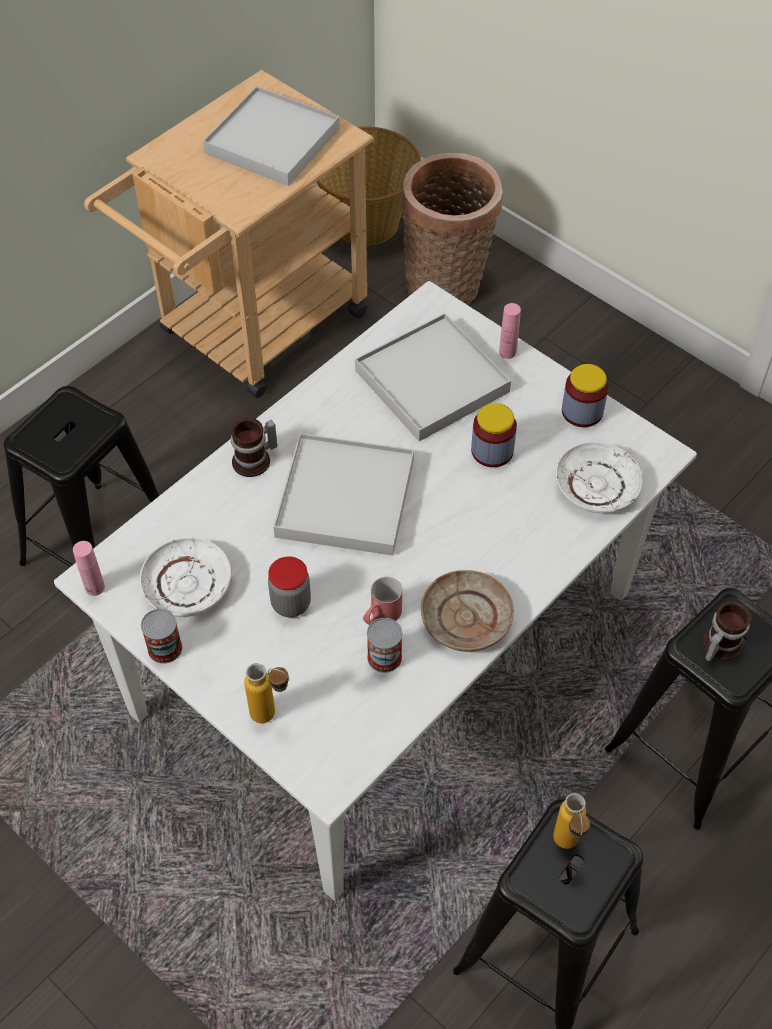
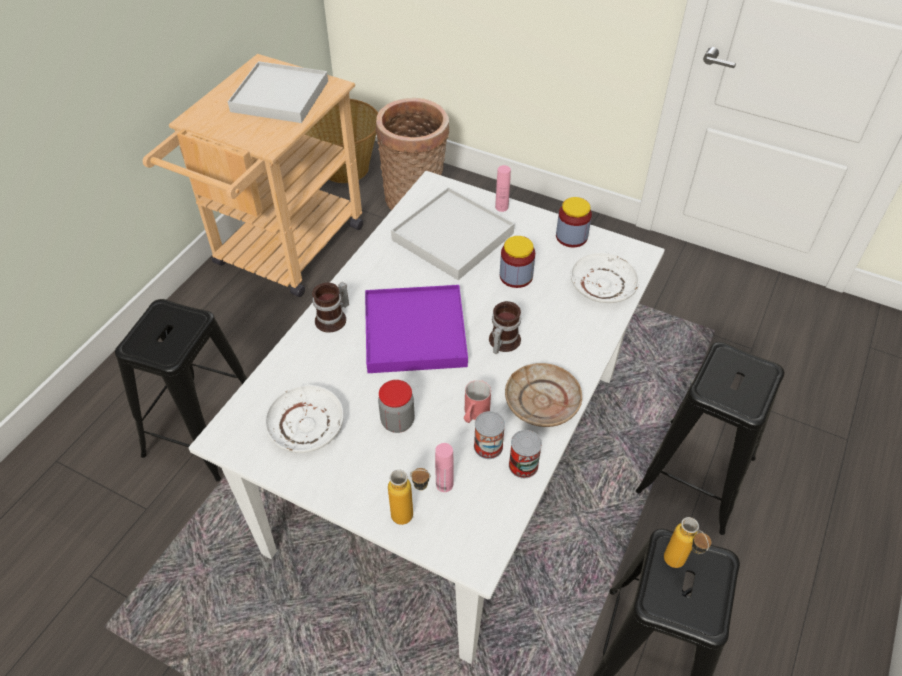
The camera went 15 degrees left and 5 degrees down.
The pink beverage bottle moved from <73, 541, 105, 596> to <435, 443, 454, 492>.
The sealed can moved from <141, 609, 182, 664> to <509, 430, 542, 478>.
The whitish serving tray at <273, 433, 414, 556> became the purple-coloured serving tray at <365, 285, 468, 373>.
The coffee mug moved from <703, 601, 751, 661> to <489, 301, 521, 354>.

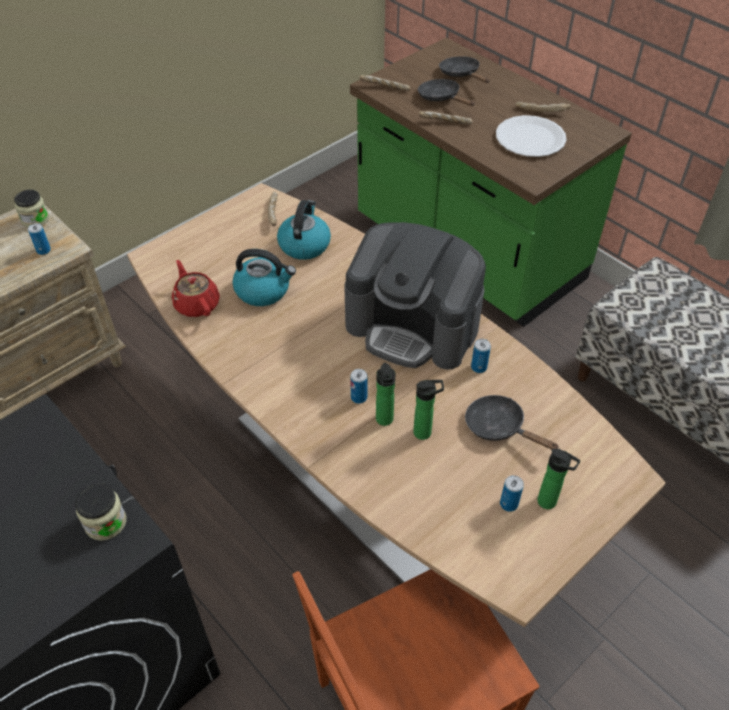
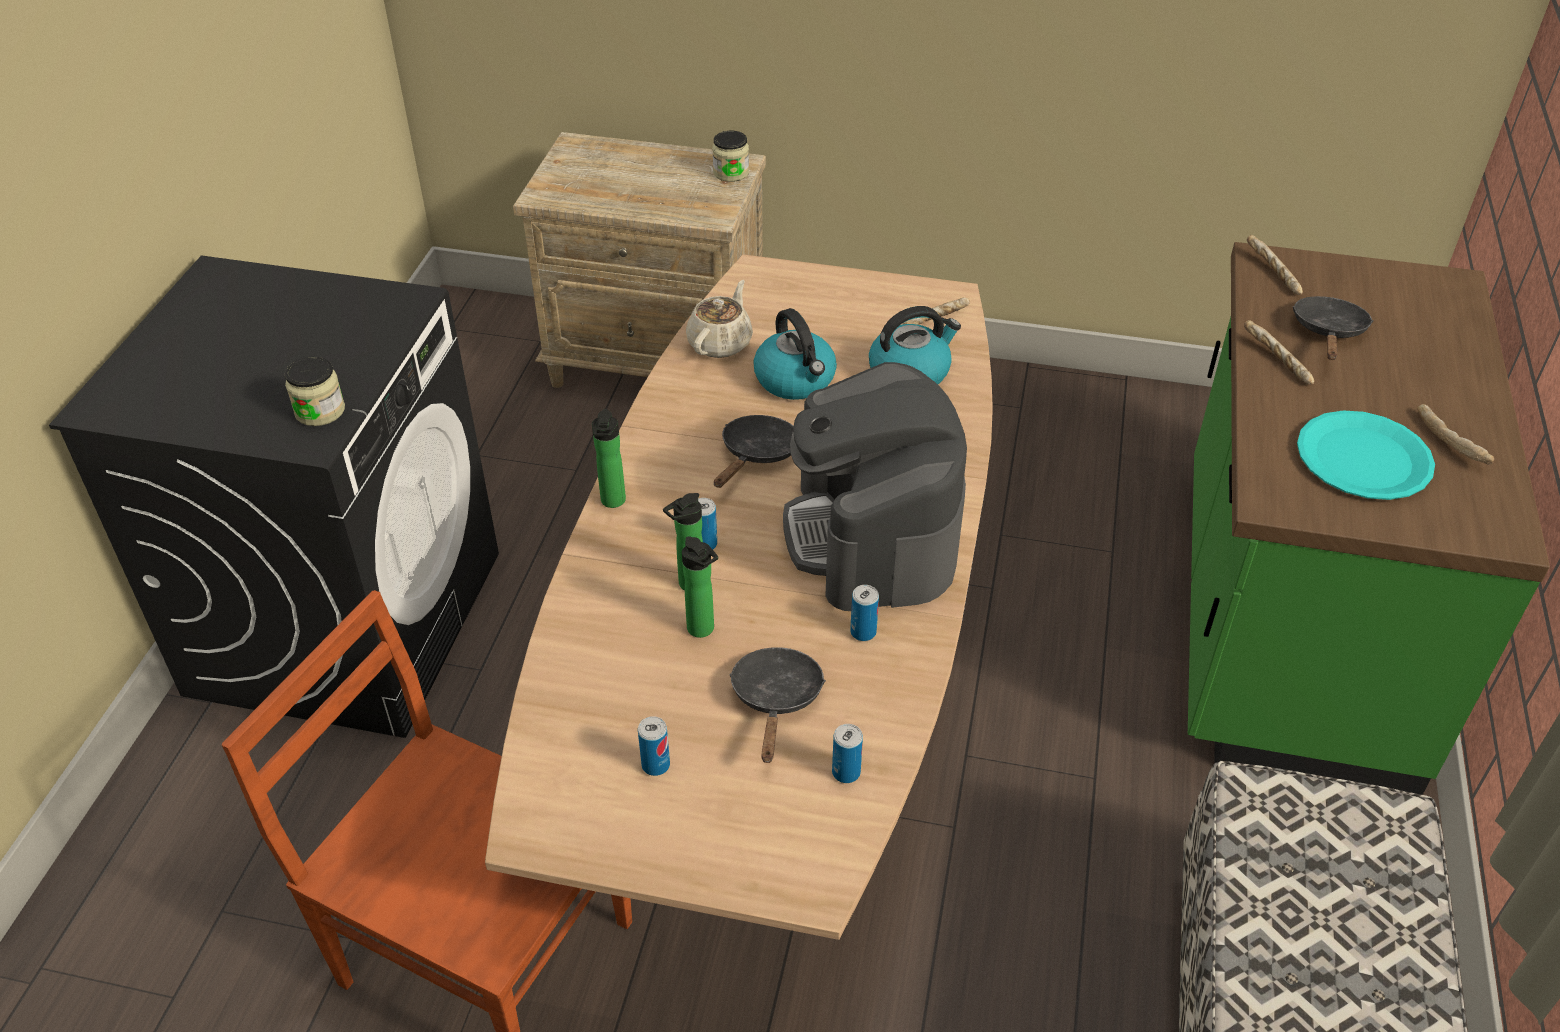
The camera went 55 degrees right and 5 degrees down.
The sealed can moved from <28, 223, 51, 255> to <832, 724, 863, 783>.
The reddish tea pot at <171, 260, 220, 317> became the beige tea pot at <686, 280, 753, 358>.
The black-coloured skillet moved from <439, 56, 490, 83> to <714, 415, 794, 488>.
The whitish plate at <496, 115, 567, 157> became the blue-green plate at <1297, 410, 1435, 500>.
The beverage bottle moved from <537, 449, 580, 509> to <592, 409, 626, 508>.

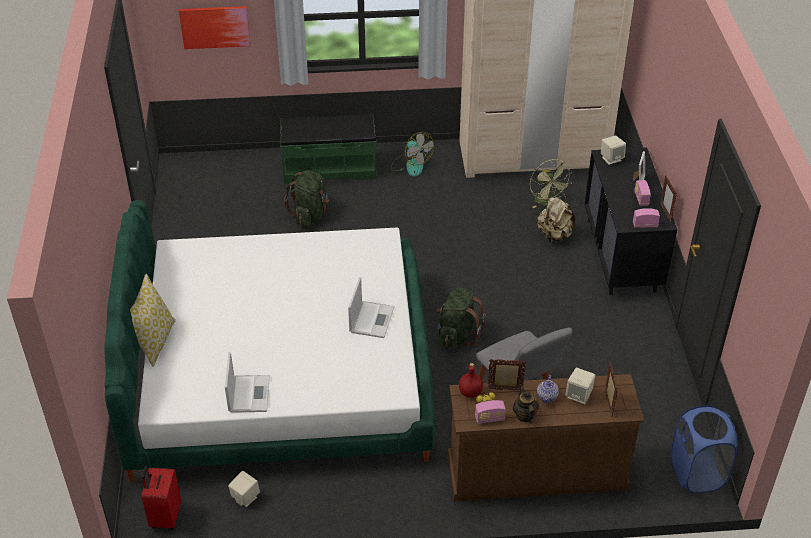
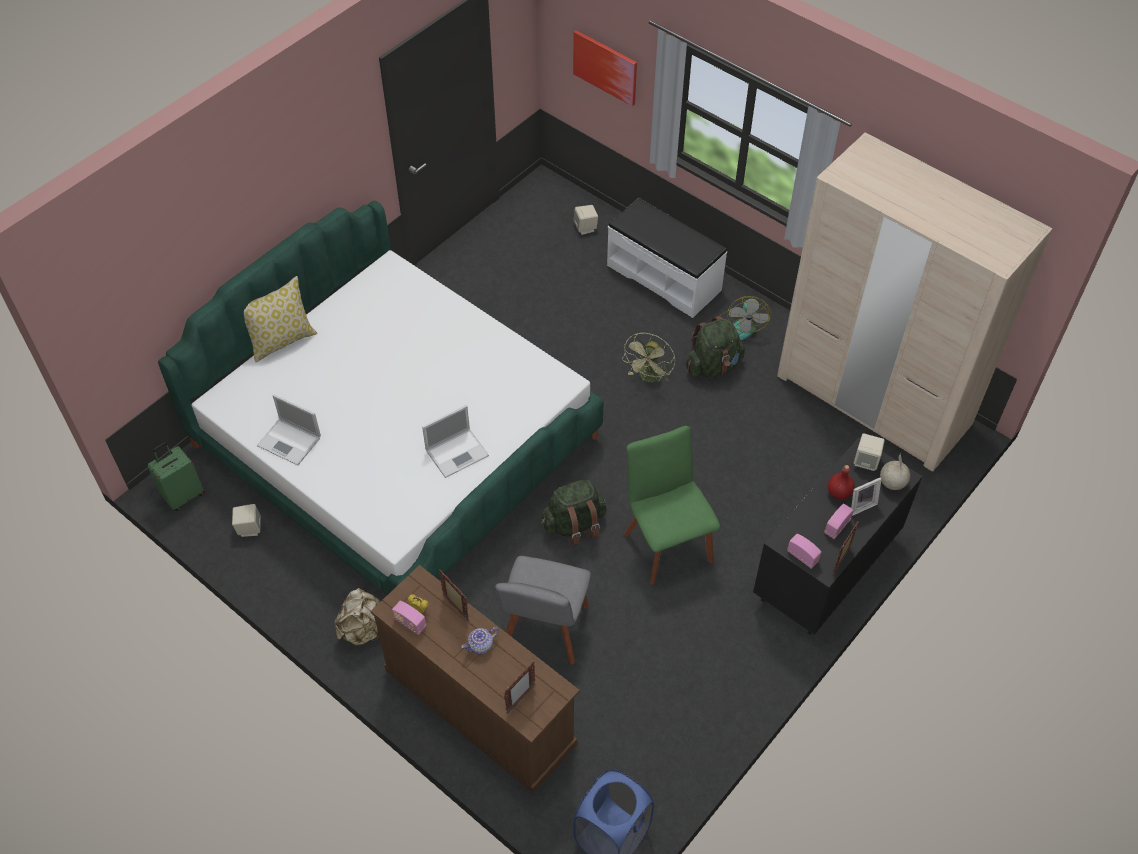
The camera went 45 degrees right and 10 degrees up.
The reddish piece of luggage at <142, 465, 181, 530> became the green-coloured piece of luggage at <147, 442, 205, 511>.
The notebook computer at <225, 352, 270, 413> turned 75 degrees clockwise.
The green-coloured long seat at <280, 114, 377, 184> became the whitish long seat at <607, 198, 727, 318>.
The green-coloured backpack moved from <284, 170, 329, 226> to <686, 316, 745, 378>.
The reddish beverage bottle moved from <459, 363, 483, 398> to <828, 465, 855, 500>.
The tea pot at <513, 385, 539, 423> disappeared.
The green-coloured fan moved from <530, 159, 572, 208> to <622, 333, 675, 382>.
The beige backpack moved from <537, 196, 576, 243> to <334, 588, 380, 646>.
The beige audio speaker moved from <565, 368, 595, 404> to <574, 205, 598, 235>.
The green-coloured upright chair at <623, 426, 720, 585> appeared.
The globe at <880, 453, 910, 490> appeared.

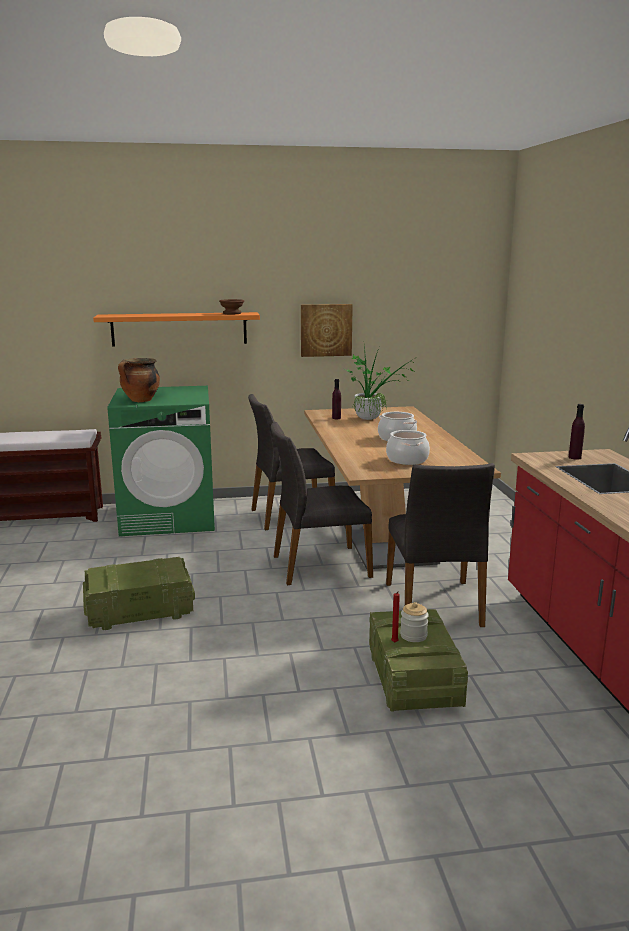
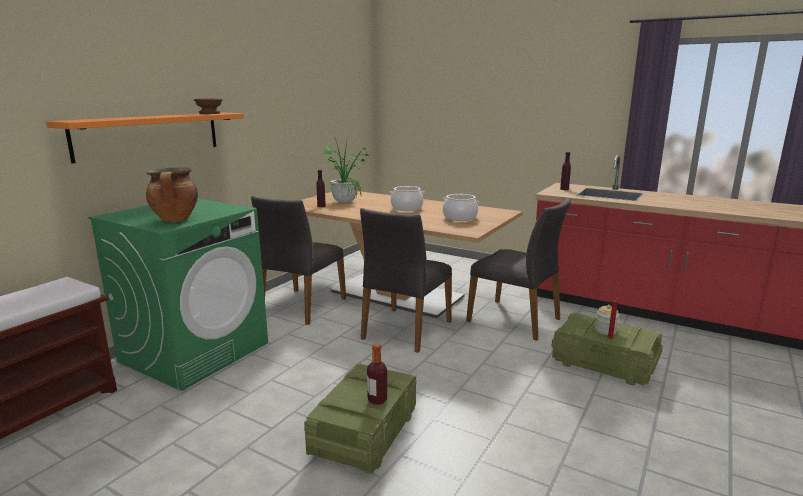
The camera went 50 degrees left and 0 degrees up.
The picture at <301, 304, 353, 357> disappeared.
The beverage bottle at <367, 343, 387, 405> appeared.

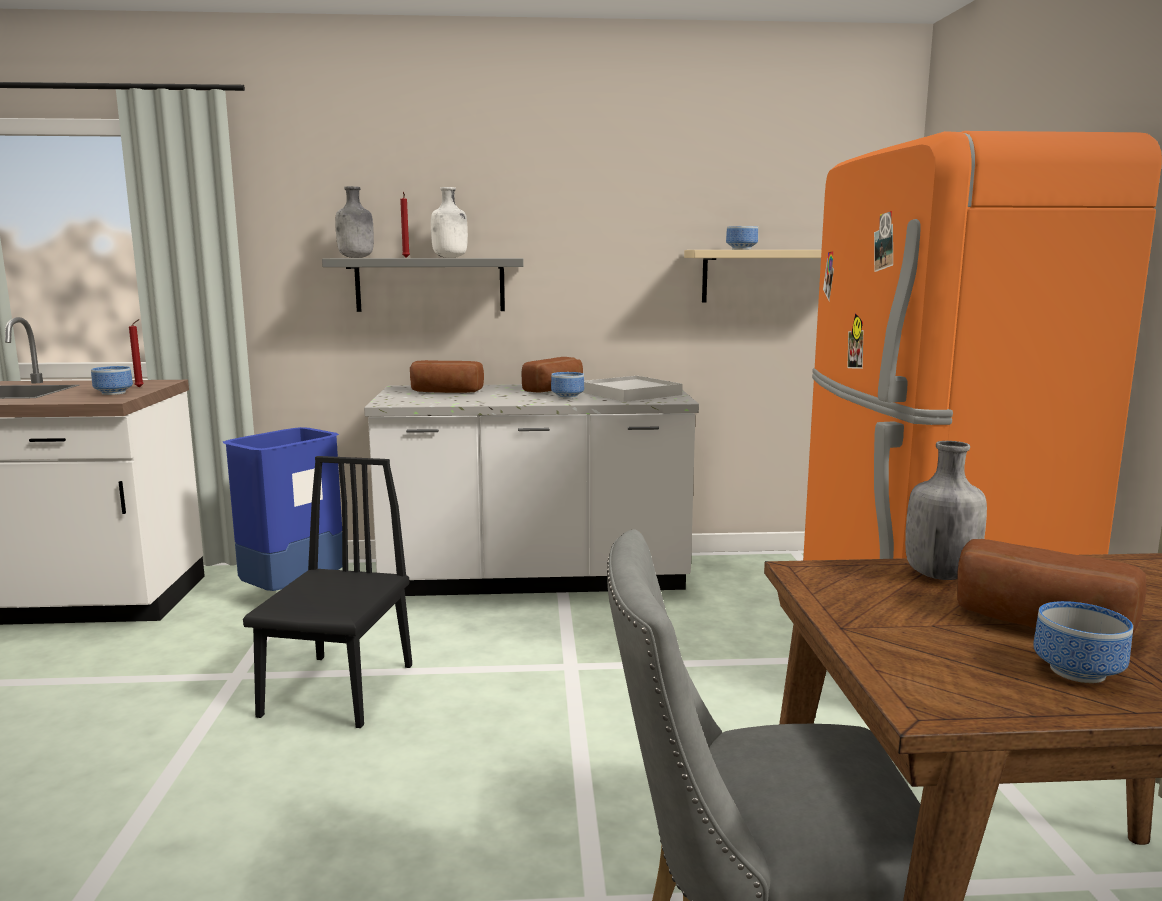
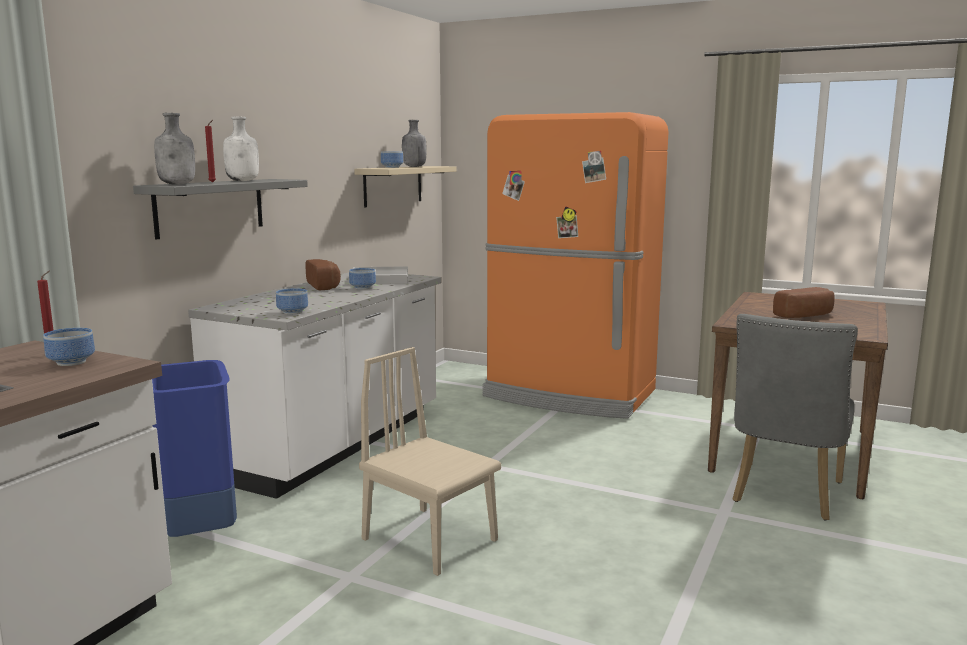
The camera went 60 degrees left and 0 degrees up.
The black-coloured upright chair at <243, 456, 412, 728> became the beige upright chair at <359, 347, 501, 576>.
The bread at <410, 360, 484, 393> disappeared.
The grey beverage bottle moved from <905, 441, 987, 580> to <402, 120, 426, 167>.
The serving bowl moved from <1033, 601, 1133, 683> to <276, 288, 308, 314>.

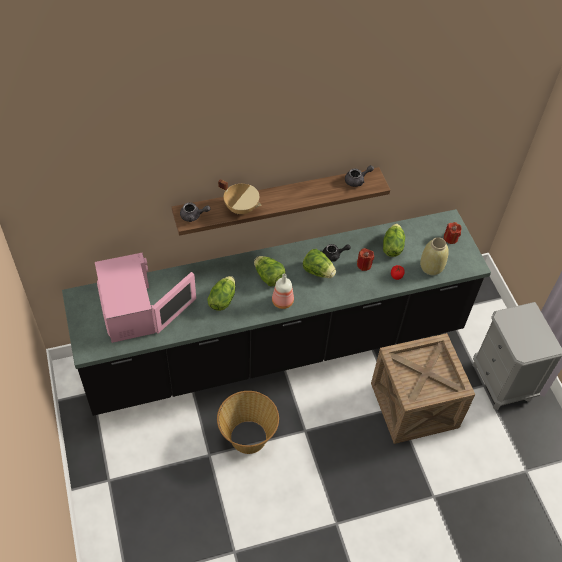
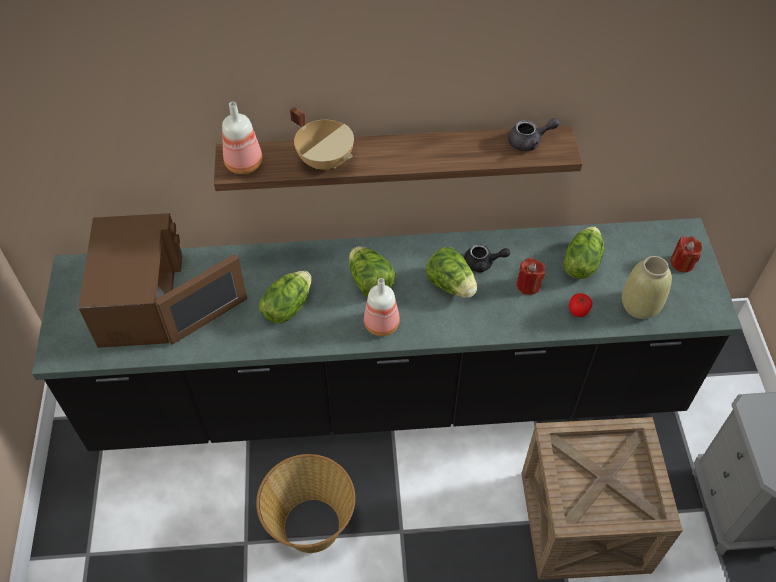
The camera went 15 degrees right and 0 degrees up.
The pink kitchen microwave at <95, 253, 196, 343> became the brown kitchen microwave at <78, 213, 247, 348>.
The grey tea pot at <180, 202, 210, 222> was replaced by the beverage bottle at <222, 102, 262, 174>.

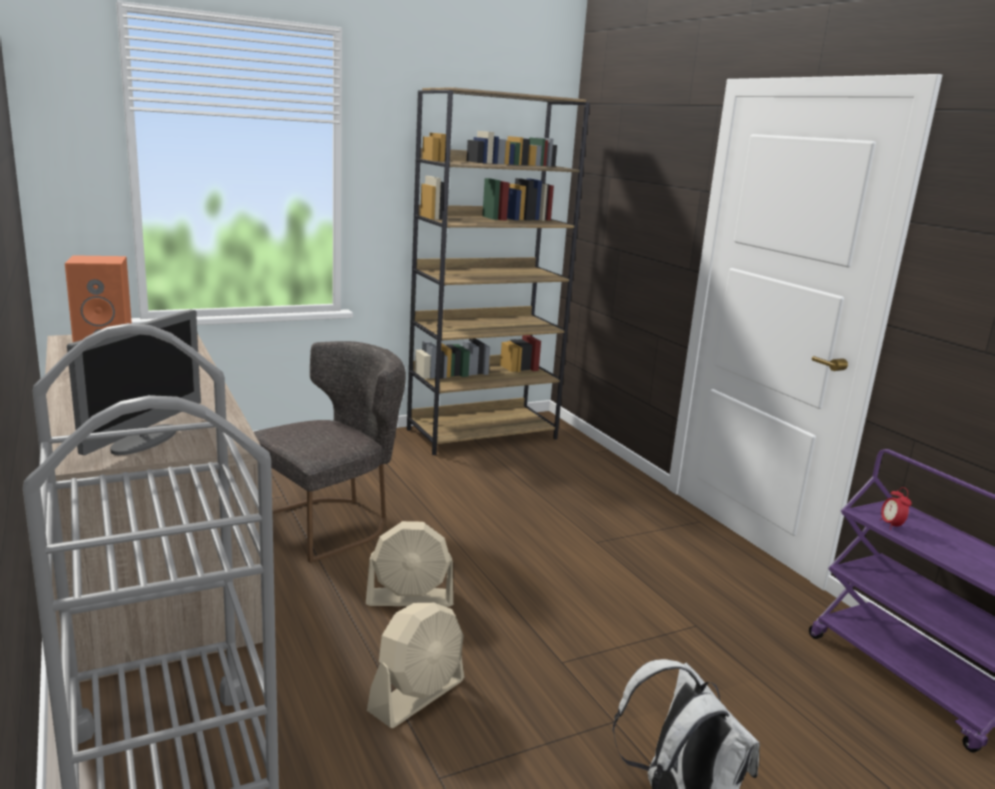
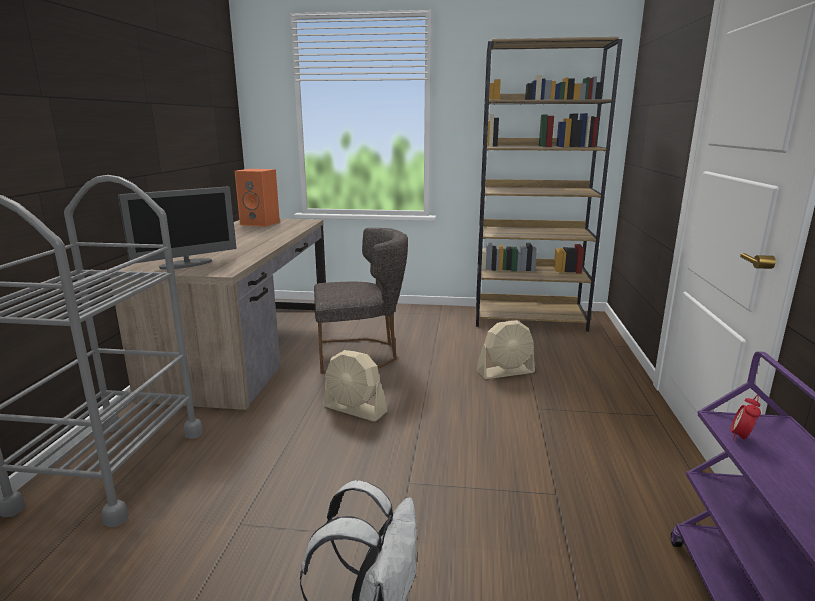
The camera went 35 degrees right and 0 degrees up.
The beige fan moved from <367, 603, 464, 728> to <477, 320, 535, 379>.

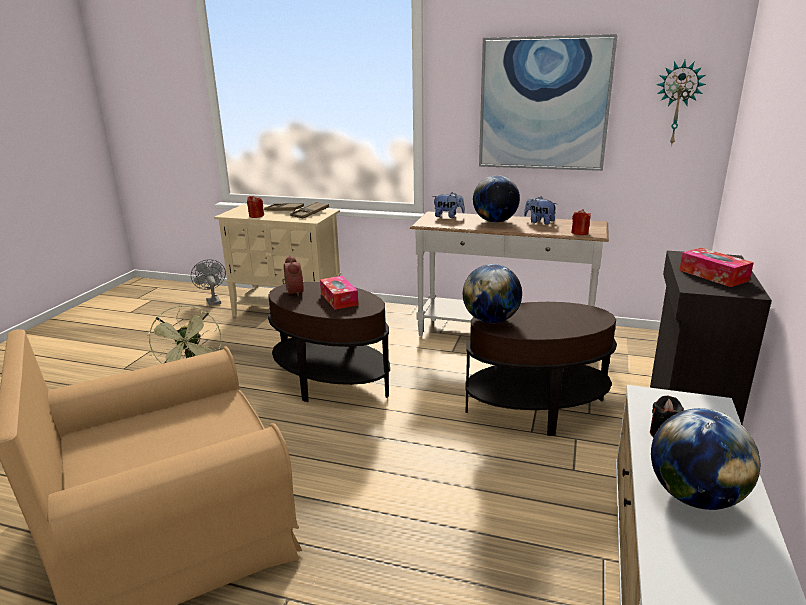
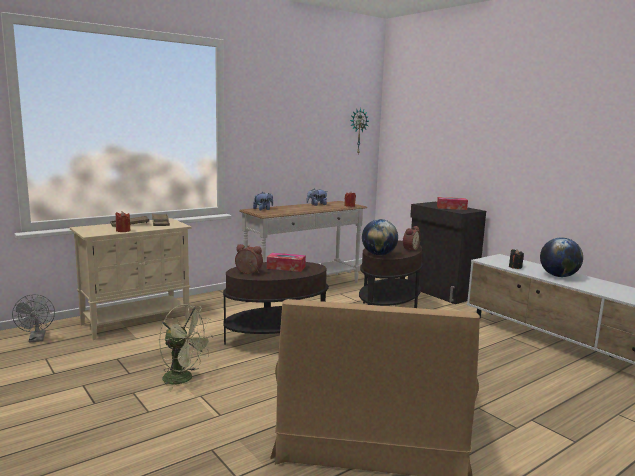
The camera went 55 degrees left and 10 degrees down.
The grey fan at <191, 259, 226, 306> turned 120 degrees counterclockwise.
The globe at <473, 175, 520, 223> disappeared.
The picture at <479, 34, 618, 171> disappeared.
The table clock at <403, 226, 421, 251> appeared.

